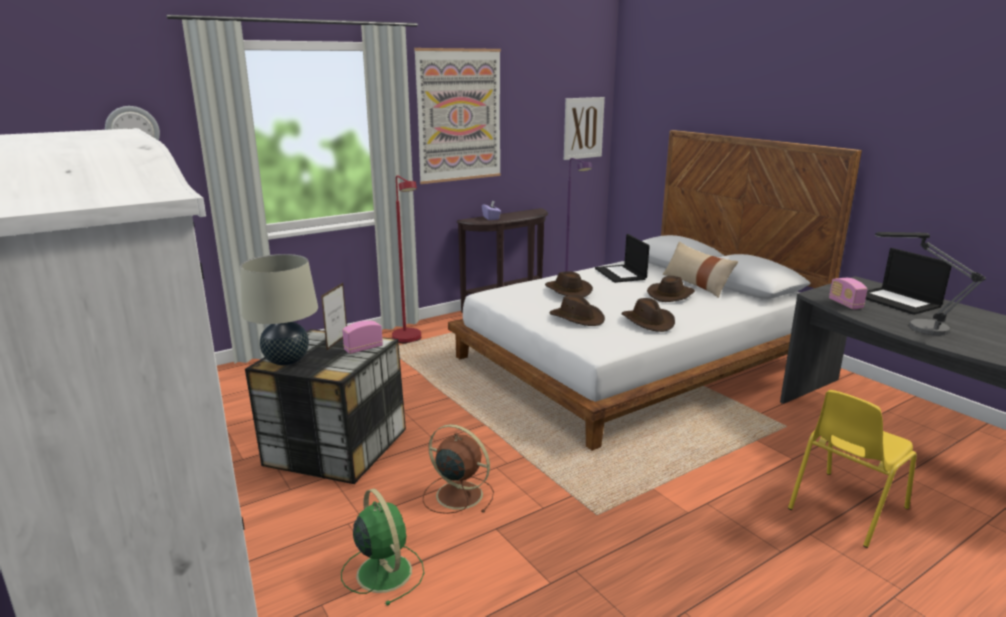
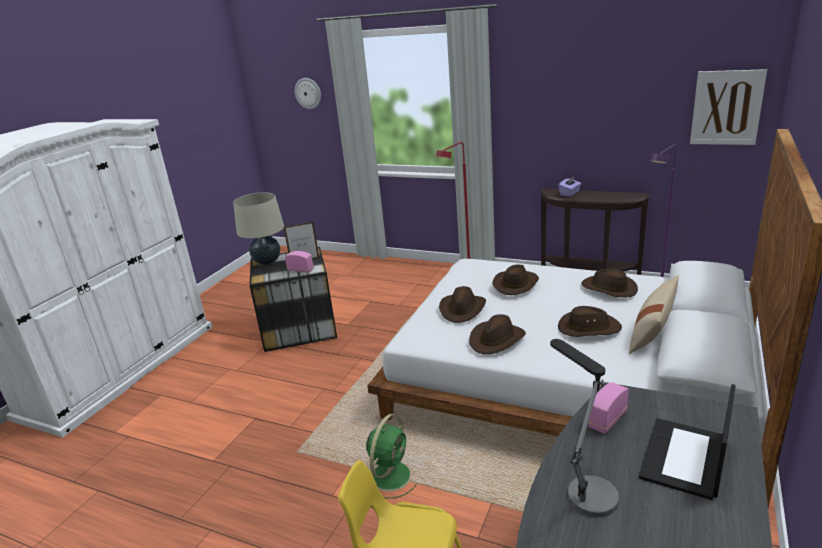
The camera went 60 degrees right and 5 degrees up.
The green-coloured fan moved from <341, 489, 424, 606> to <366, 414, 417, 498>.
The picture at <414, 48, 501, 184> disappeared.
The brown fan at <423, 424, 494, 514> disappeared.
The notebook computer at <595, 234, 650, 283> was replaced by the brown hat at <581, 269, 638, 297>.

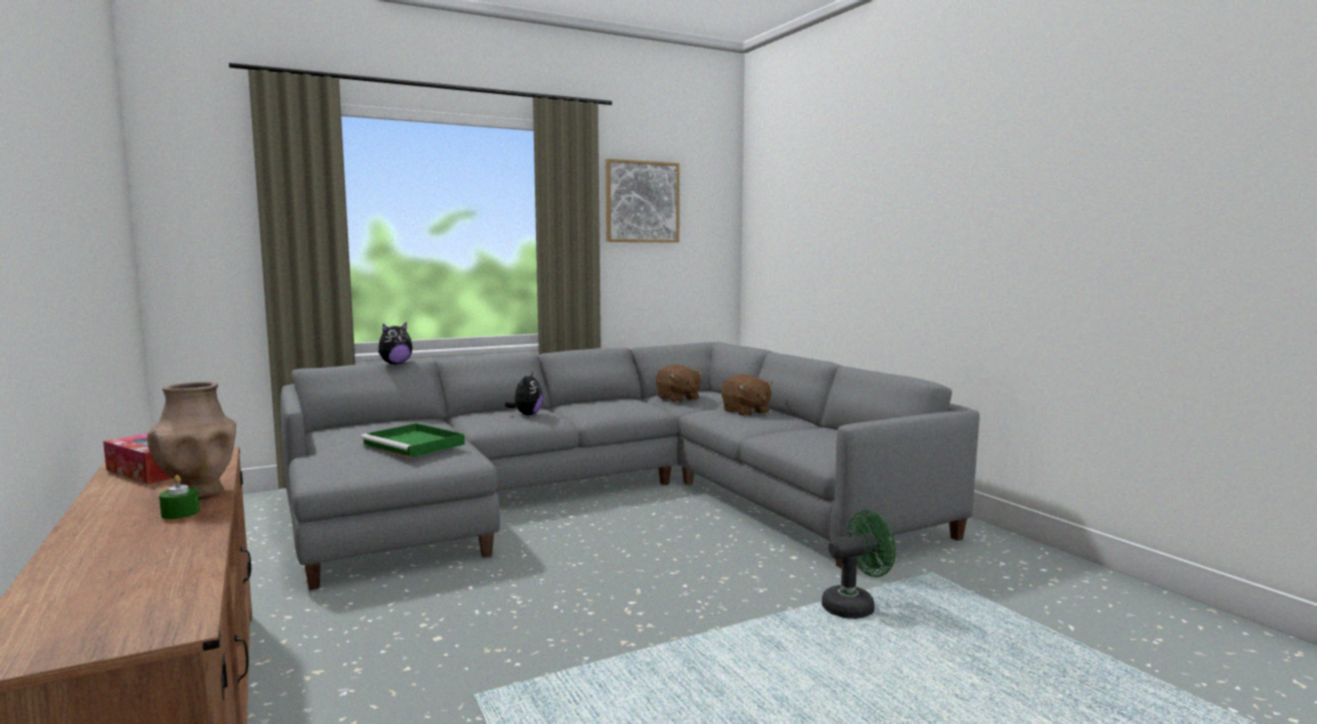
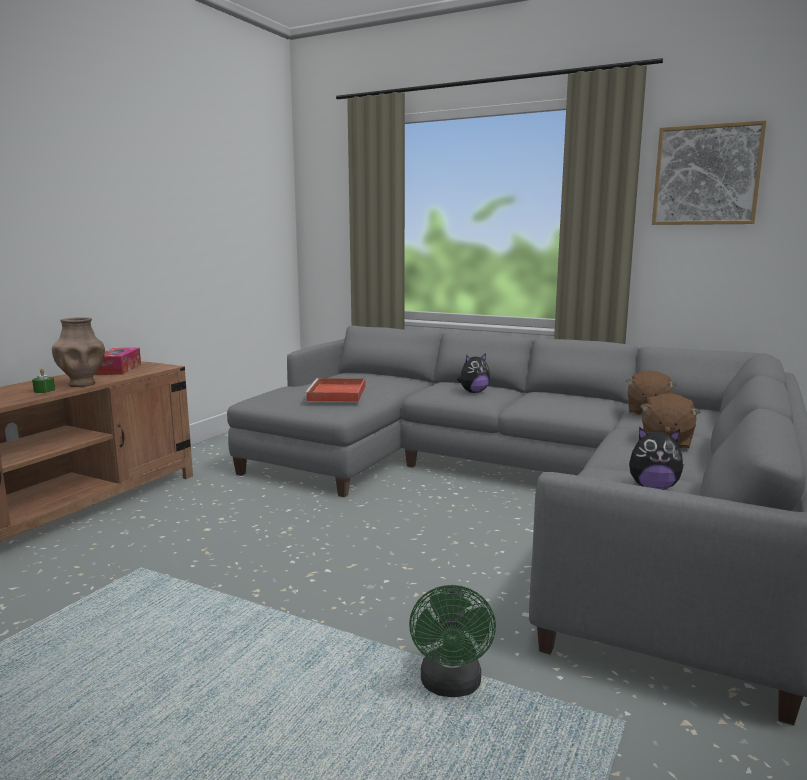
The camera went 55 degrees right and 5 degrees up.
The green-coloured serving tray at <361, 423, 465, 458> became the reddish serving tray at <304, 378, 365, 402>.
The soft toy moved from <378, 322, 413, 365> to <629, 427, 684, 490>.
The green-coloured fan at <822, 510, 896, 619> turned 60 degrees clockwise.

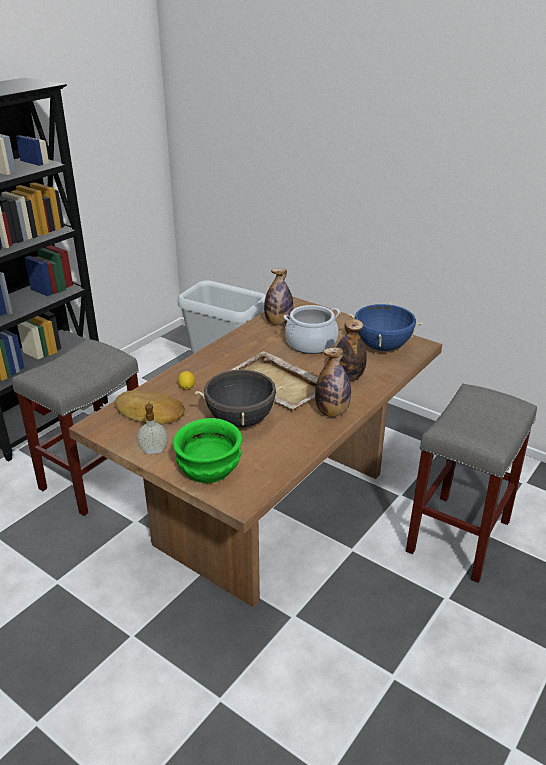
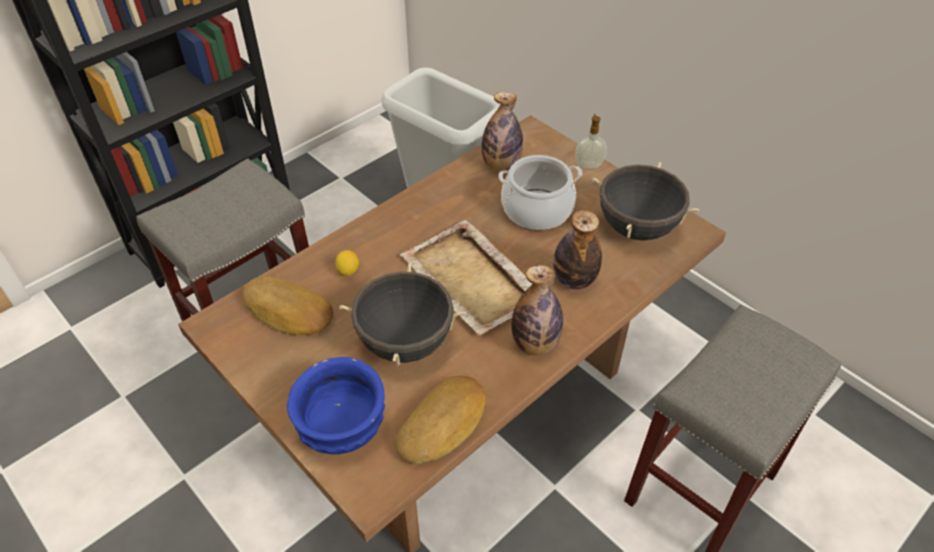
The camera went 10 degrees right and 15 degrees up.
The soap dispenser moved from <137, 402, 168, 454> to <575, 114, 607, 168>.
The green-coloured serving bowl at <173, 418, 242, 483> became the bluish serving bowl at <287, 357, 385, 454>.
The bluish stockpot at <348, 302, 424, 351> became the black-coloured stockpot at <592, 162, 699, 241>.
The bread at <395, 376, 486, 464> appeared.

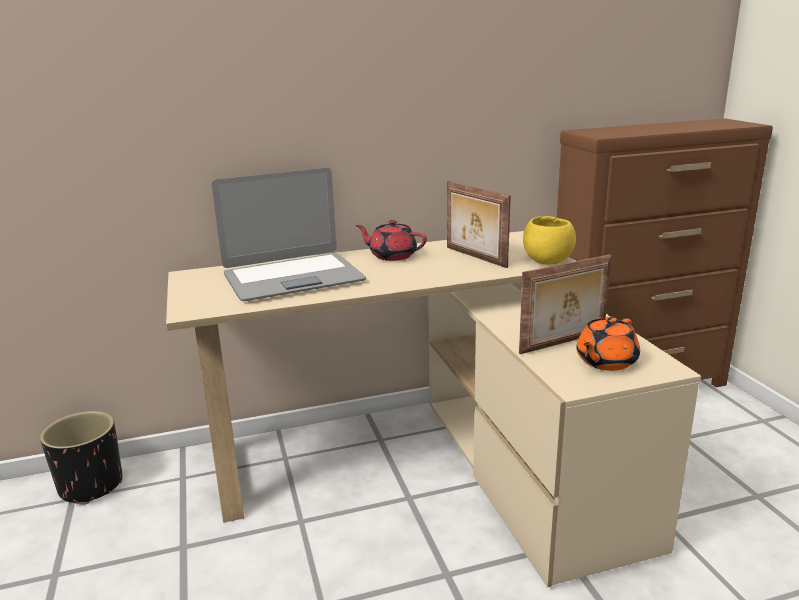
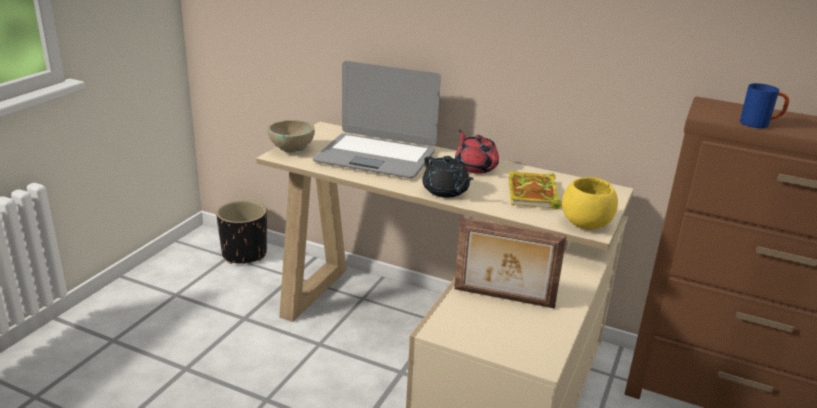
The camera went 40 degrees right and 5 degrees up.
The picture frame at <447, 181, 511, 268> was replaced by the bound book at <509, 172, 562, 209>.
The orange-coloured tea pot at <576, 316, 640, 371> disappeared.
The beige serving bowl at <267, 120, 315, 153> appeared.
The black-coloured tea pot at <422, 156, 474, 198> appeared.
The bluish coffee mug at <740, 83, 789, 128> appeared.

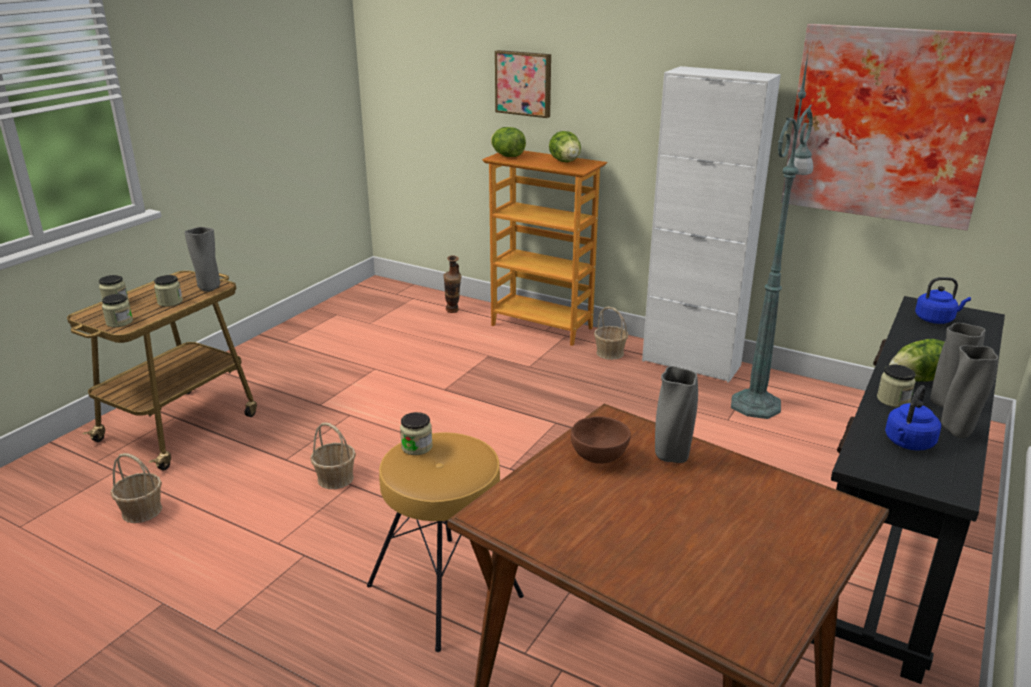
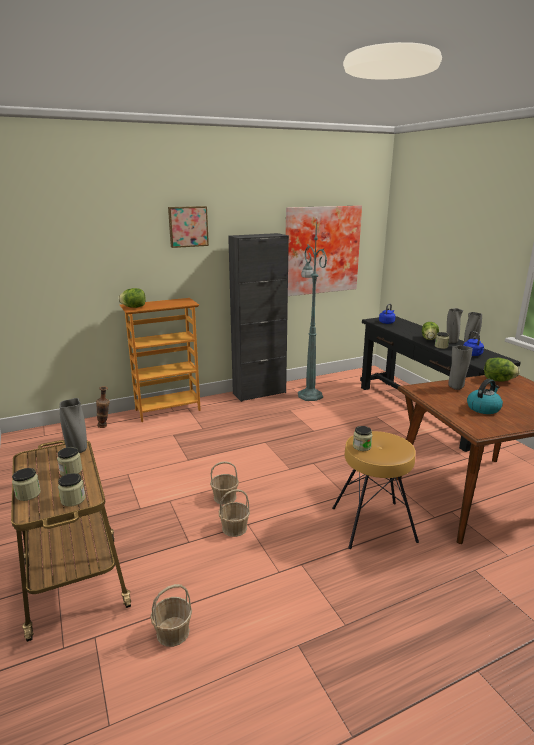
The camera went 55 degrees left and 5 degrees down.
The picture moved from <495, 50, 551, 118> to <168, 206, 209, 248>.
The head of lettuce moved from <549, 131, 581, 162> to <484, 358, 520, 381>.
The brown serving bowl at <571, 416, 631, 464> disappeared.
The household basket moved from <594, 306, 629, 360> to <210, 461, 239, 505>.
The whitish cabinet at <642, 66, 781, 383> became the black-coloured cabinet at <228, 233, 289, 402>.
The kettle at <467, 379, 503, 414> appeared.

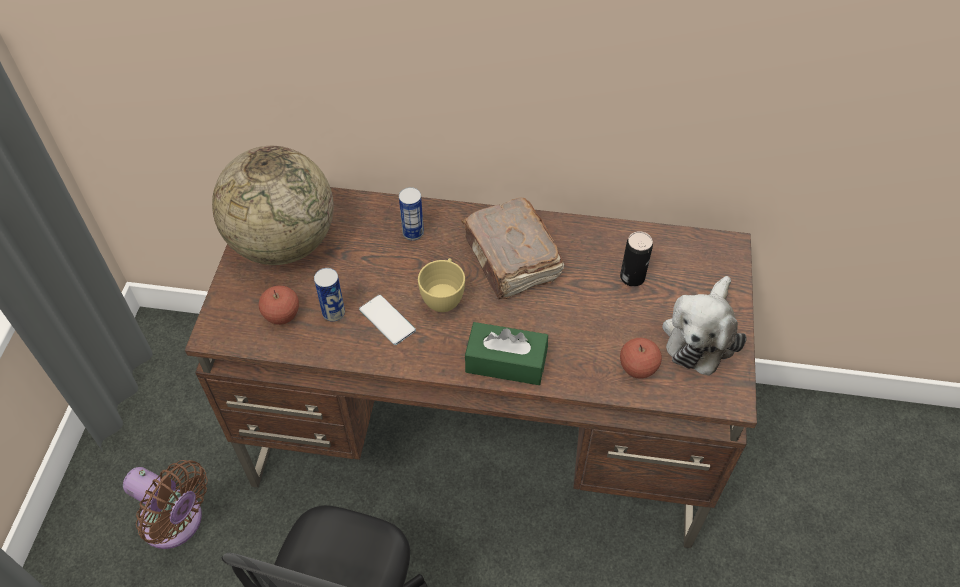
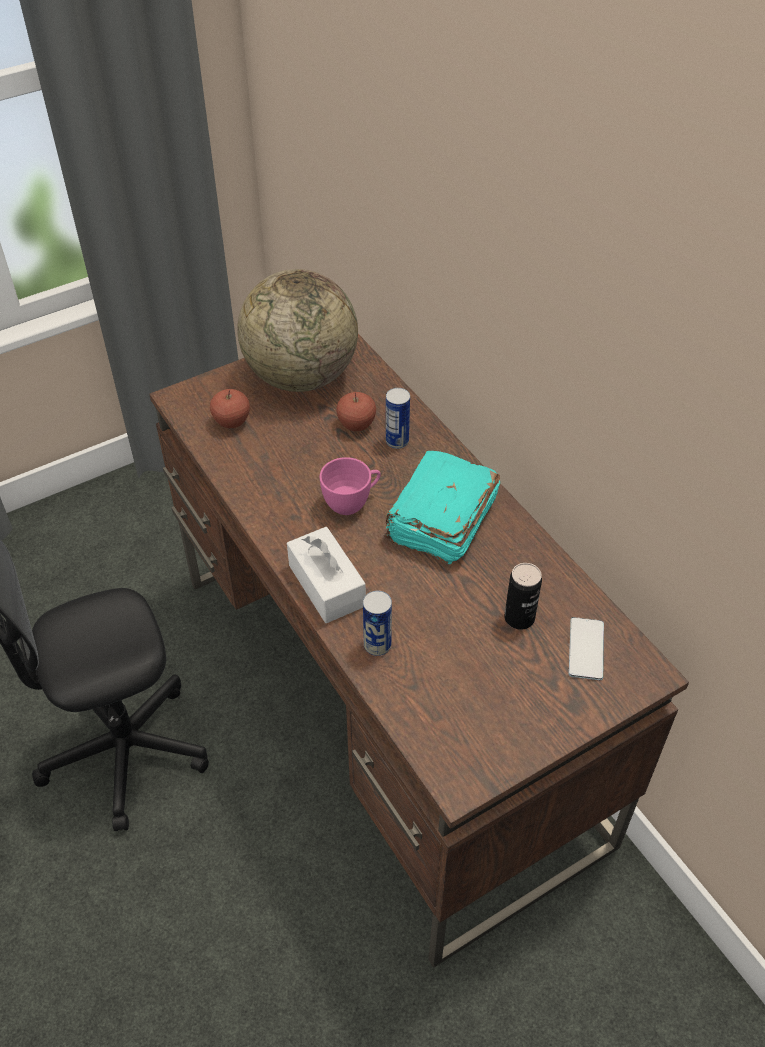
The camera went 50 degrees right and 5 degrees down.
The brown fan at <123, 460, 208, 549> disappeared.
The sealed can moved from <314, 268, 345, 322> to <363, 591, 392, 656>.
The phone moved from <359, 295, 416, 345> to <569, 617, 604, 680>.
The yellow-coloured cup at <418, 258, 465, 312> became the pink cup at <320, 457, 381, 515>.
The brown bound book at <461, 197, 564, 299> became the blue-green bound book at <385, 450, 500, 564>.
The green-coloured box of tissues at <465, 322, 548, 385> became the whitish box of tissues at <287, 527, 366, 623>.
The apple fruit moved from <620, 338, 662, 379> to <336, 392, 376, 431>.
The soft toy at <662, 276, 747, 376> disappeared.

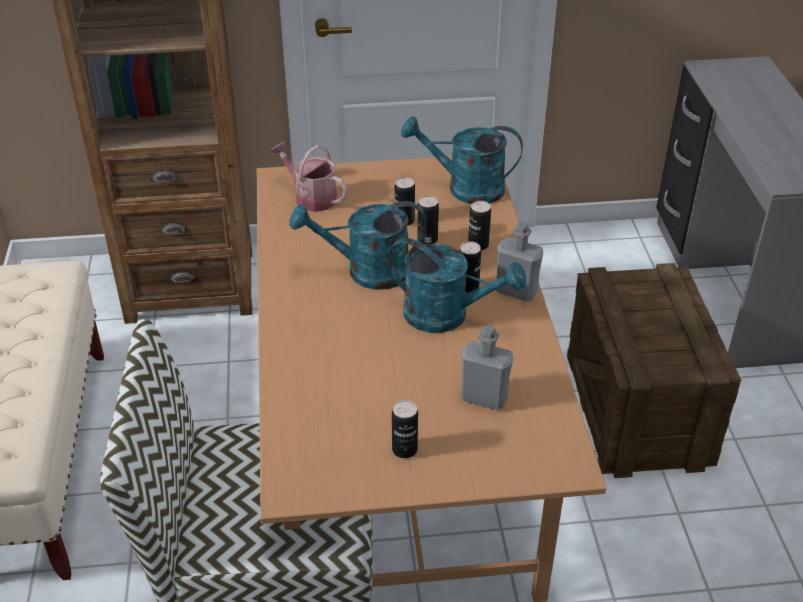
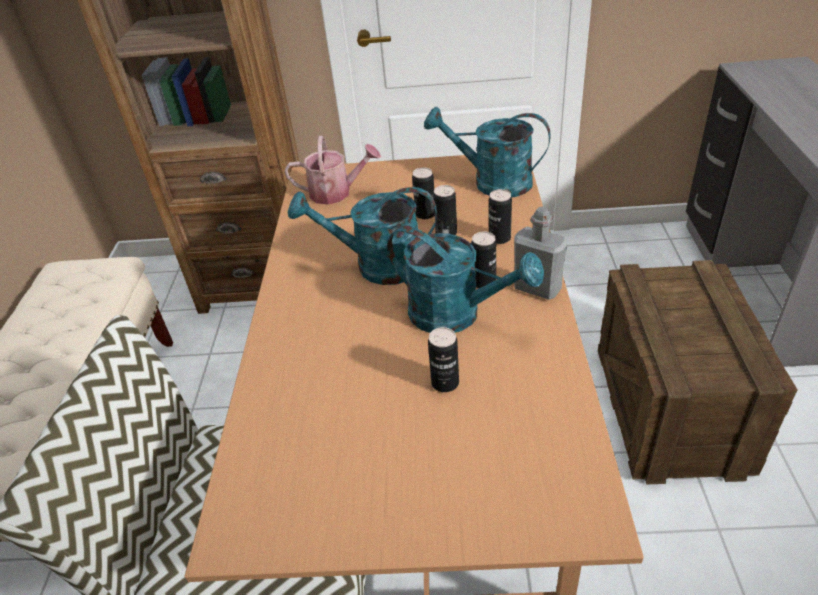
The camera went 10 degrees right and 0 degrees up.
The watering pot at <270, 141, 347, 212> turned 135 degrees clockwise.
The sealed can moved from <392, 400, 418, 458> to <428, 327, 459, 392>.
The grey beverage bottle at <461, 325, 513, 410> disappeared.

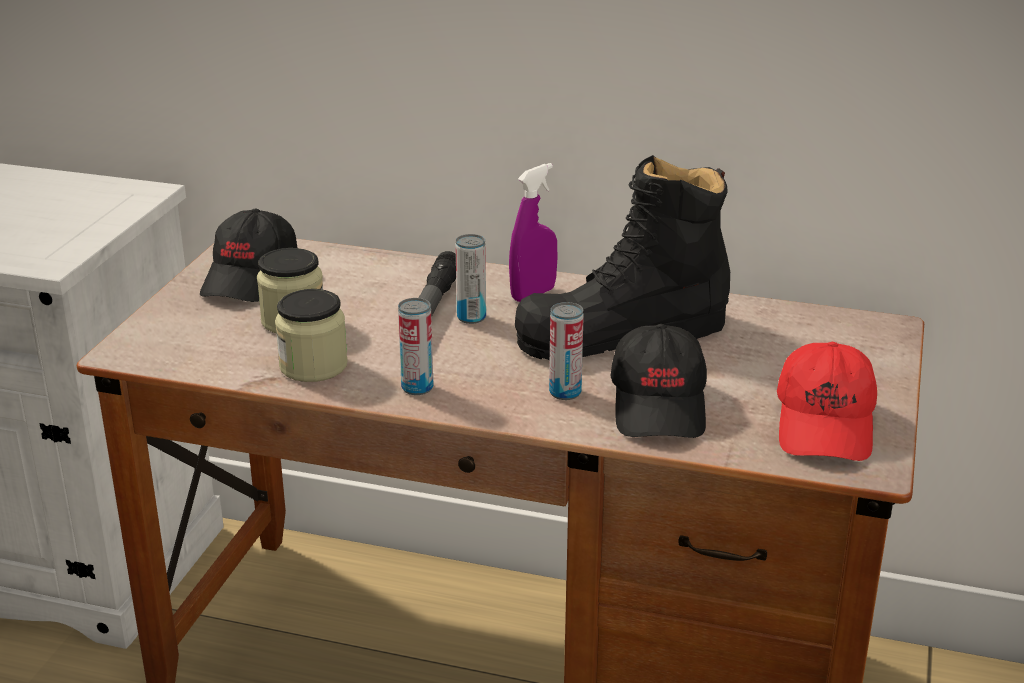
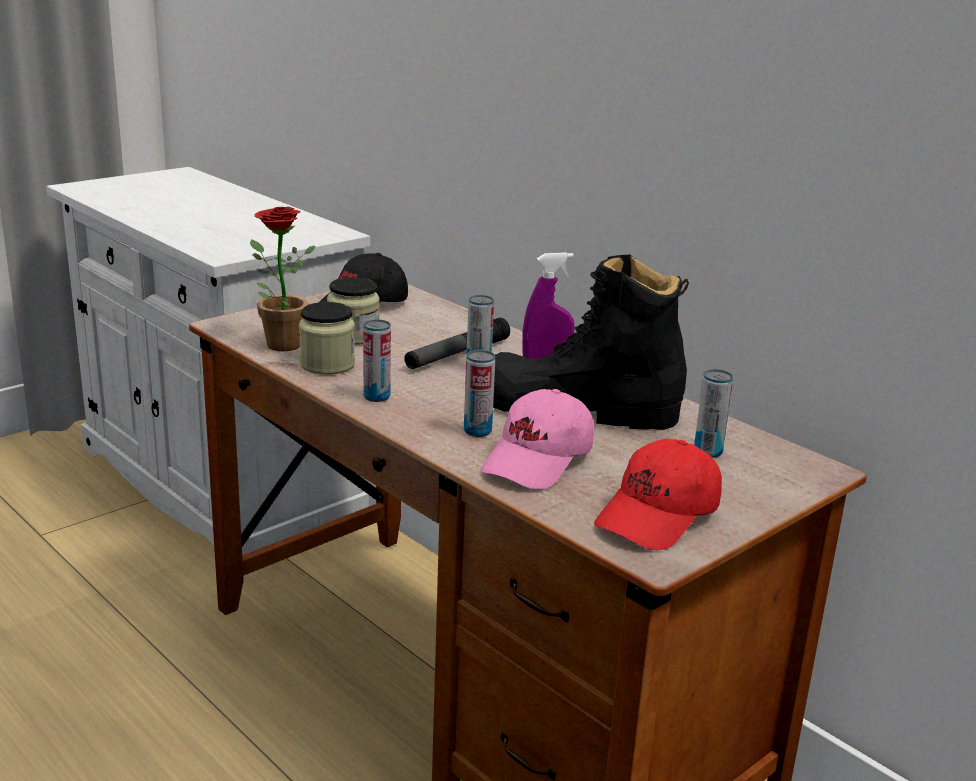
The camera went 30 degrees right and 5 degrees down.
The black-coloured baseball cap at <611, 324, 707, 438> became the pink baseball cap at <480, 389, 594, 490>.
The houseplant at <250, 206, 316, 351> appeared.
The sealed can at <694, 369, 733, 458> appeared.

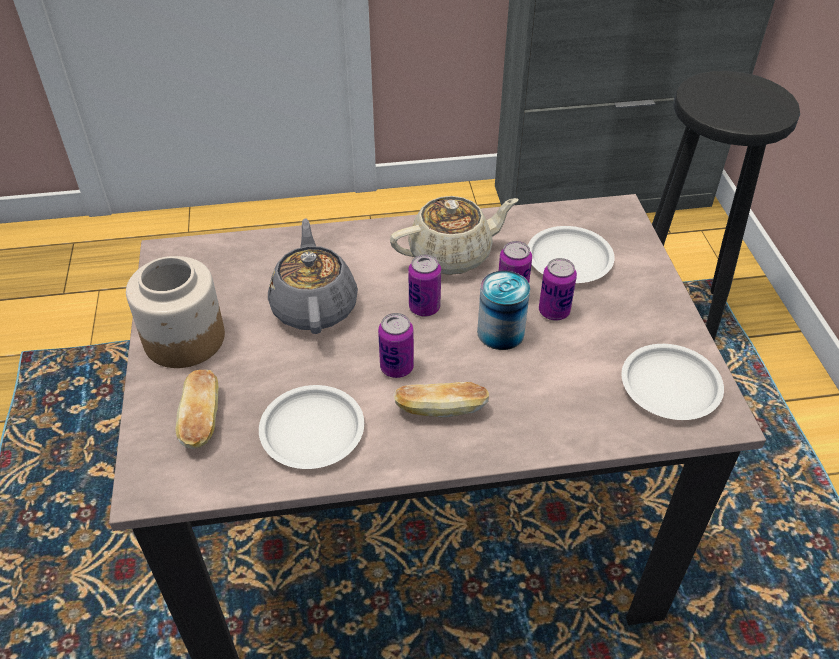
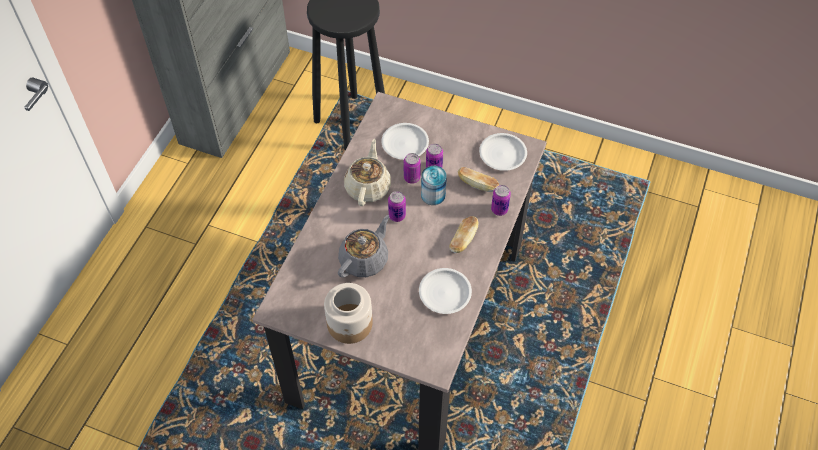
The camera went 60 degrees left and 10 degrees up.
The bread moved from <175, 369, 218, 449> to <458, 167, 499, 192>.
The grey tea pot at <268, 218, 358, 334> turned 105 degrees clockwise.
The sealed can moved from <378, 313, 414, 378> to <491, 185, 511, 216>.

